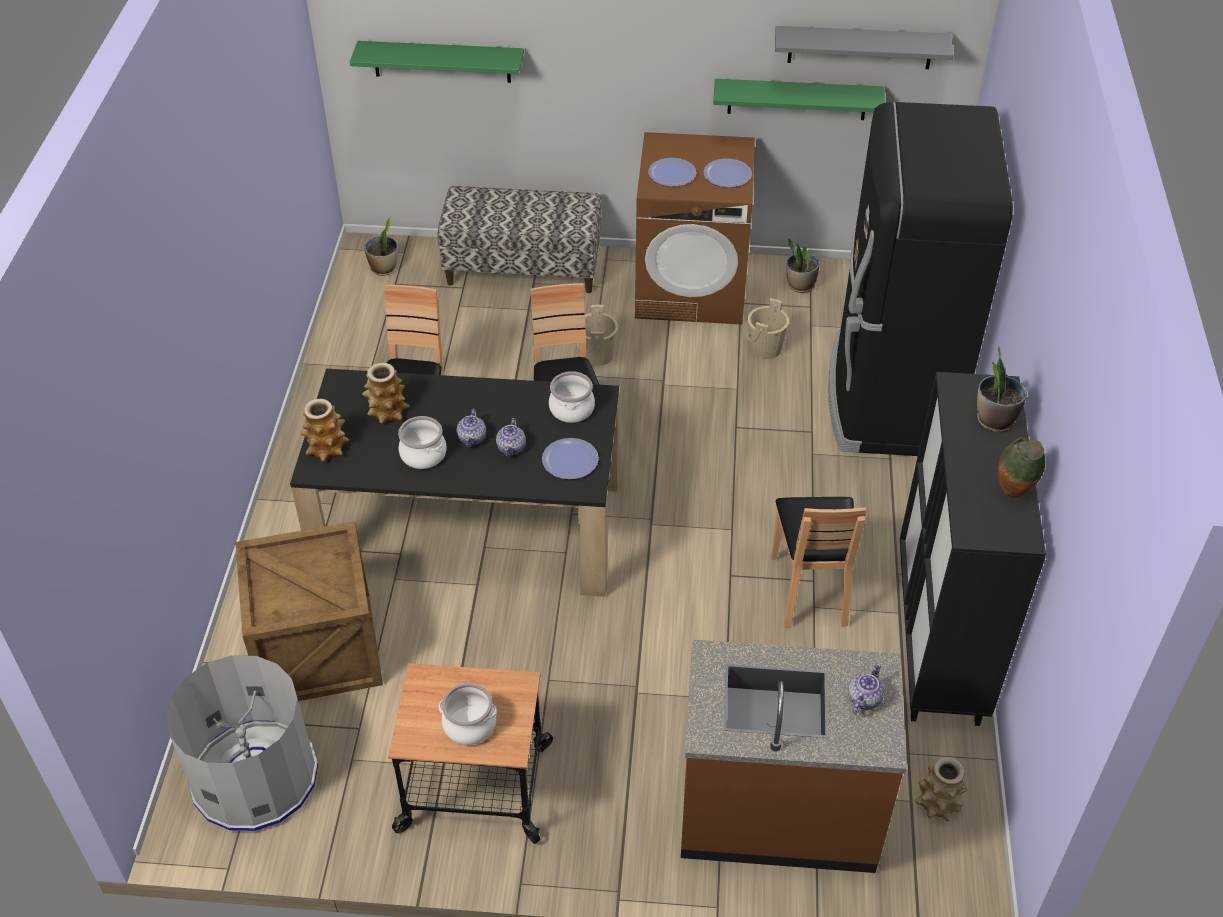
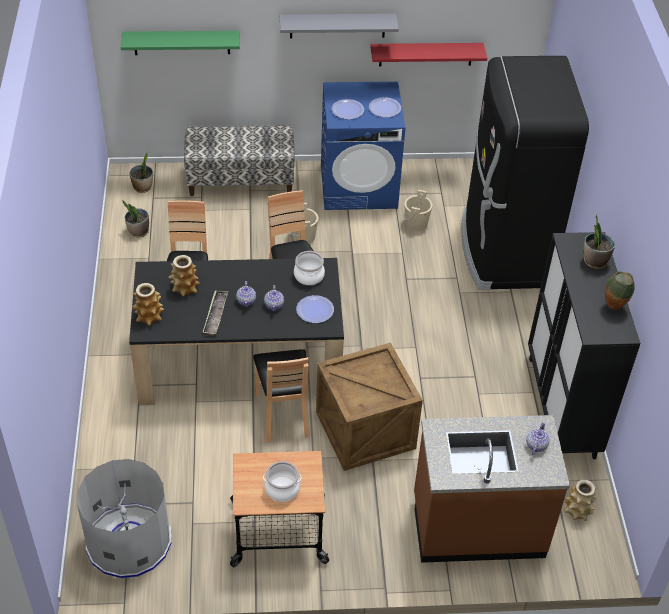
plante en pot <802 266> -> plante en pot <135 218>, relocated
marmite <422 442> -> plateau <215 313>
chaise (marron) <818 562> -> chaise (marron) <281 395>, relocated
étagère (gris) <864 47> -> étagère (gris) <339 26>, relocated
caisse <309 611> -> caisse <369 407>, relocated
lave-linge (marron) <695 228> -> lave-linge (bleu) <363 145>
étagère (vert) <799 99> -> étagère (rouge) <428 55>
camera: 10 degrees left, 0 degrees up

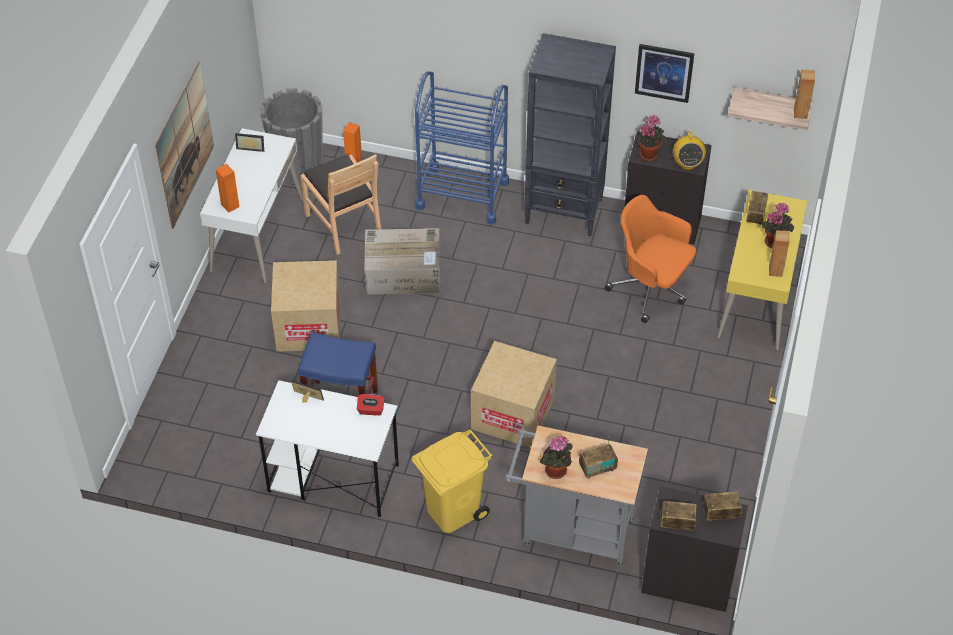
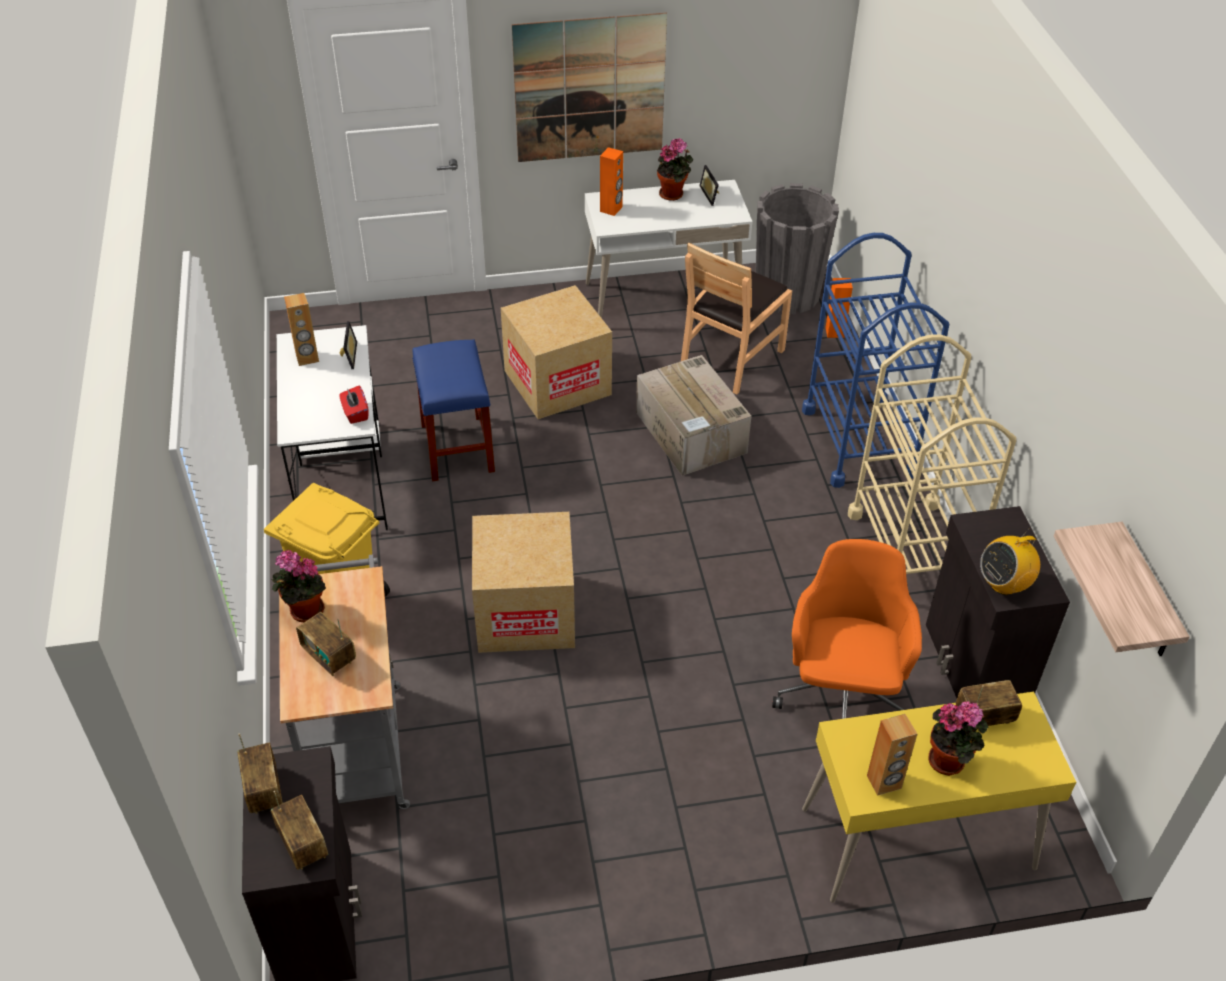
enceinte (marron) <804 94> -> enceinte (marron) <301 329>, relocated
plante en pot <651 138> -> plante en pot <675 169>, relocated
bibliothèque (noir) <570 134> -> chariot (beige) <932 454>
tableau <664 73> -> none
camera: 65 degrees right, 5 degrees down

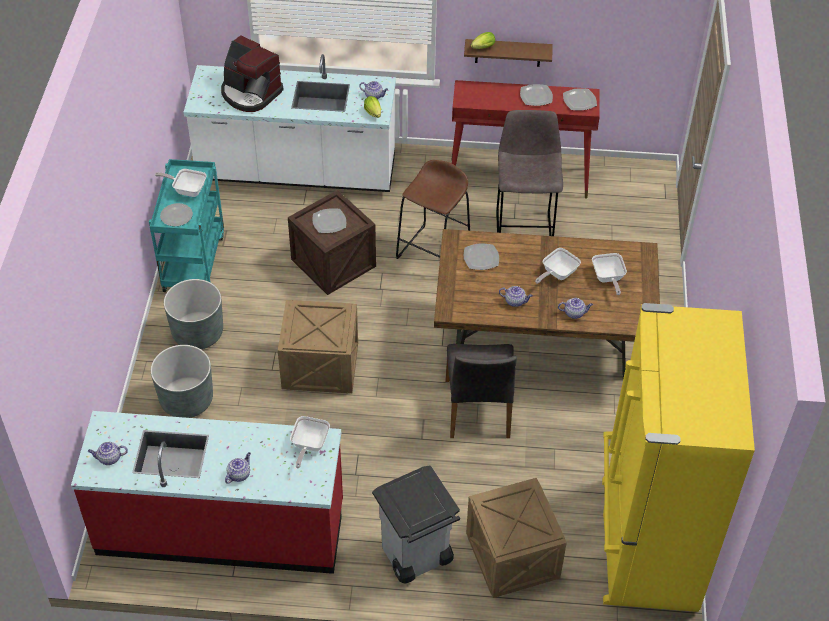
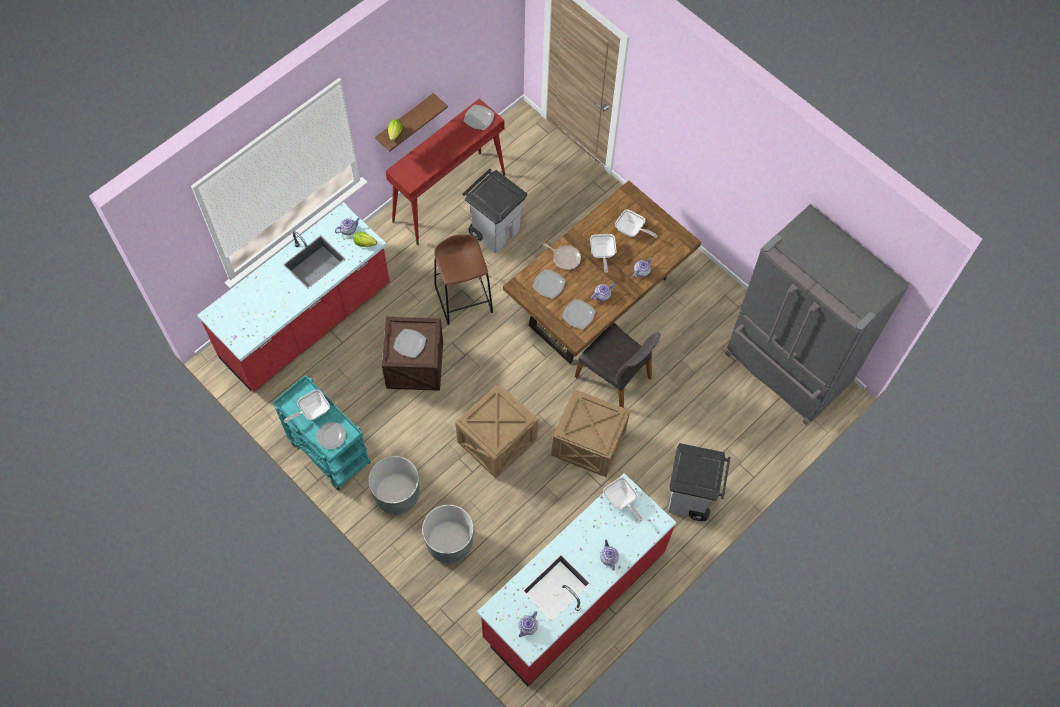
comptoir de cuisine (blanc) <290 123> -> comptoir de cuisine (rouge) <293 297>
tabouret (gris) <529 173> -> poubelle (gris) <495 211>
none -> poêle <562 256>
caisse <516 538> -> caisse <590 433>, relocated
assiette <536 95> -> assiette <579 314>, relocated
réfrigérateur (jaune) <678 457> -> réfrigérateur (gris) <817 314>
machine à café <252 73> -> none
camera: 50 degrees left, 15 degrees up

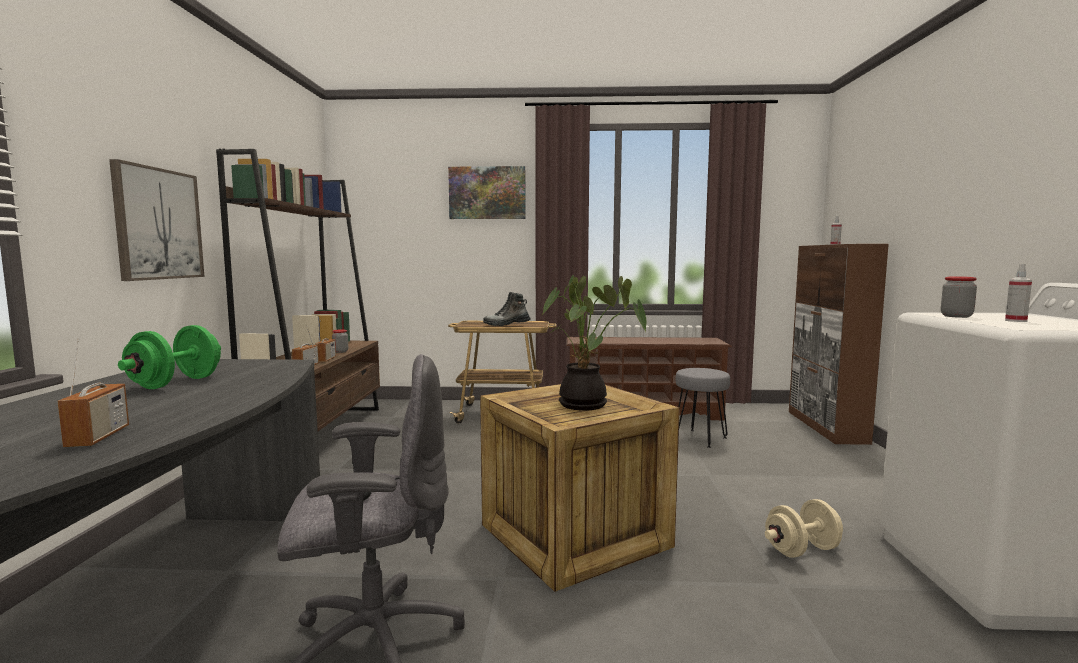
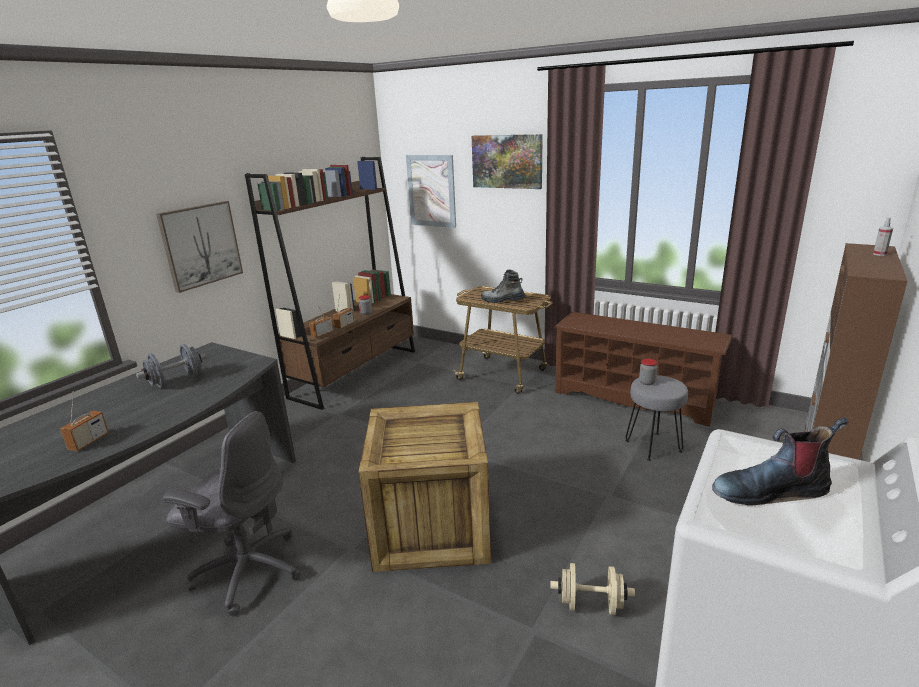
haltère (vert) <169 357> -> haltère (gris) <171 366>
none -> tableau <431 191>
bocal <959 297> -> bocal <648 372>, relocated
vaporisateur <1018 293> -> botte <780 461>
plante en pot <594 343> -> none
camera: 30 degrees right, 15 degrees up

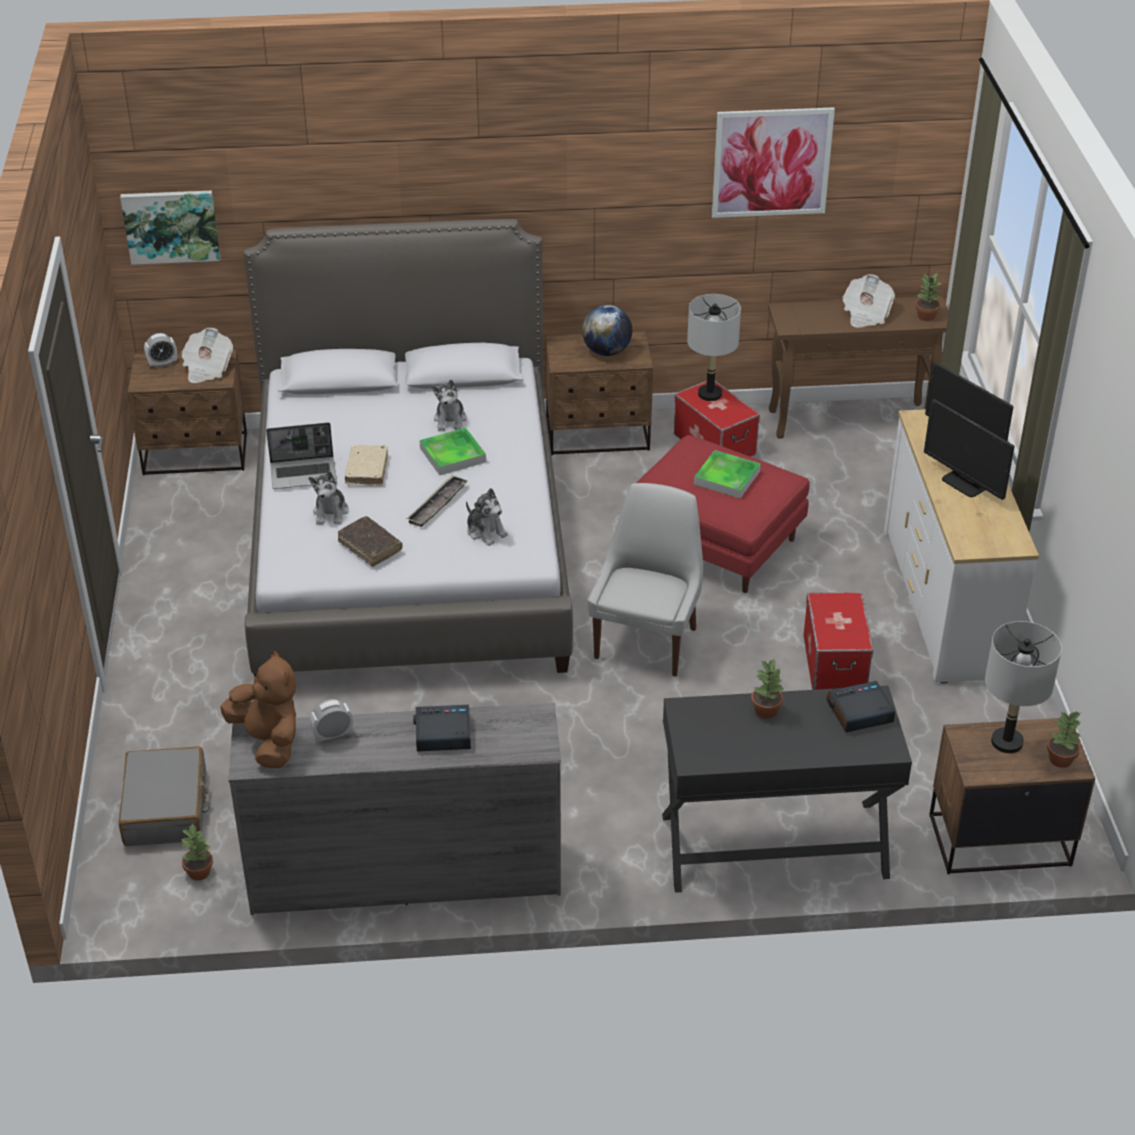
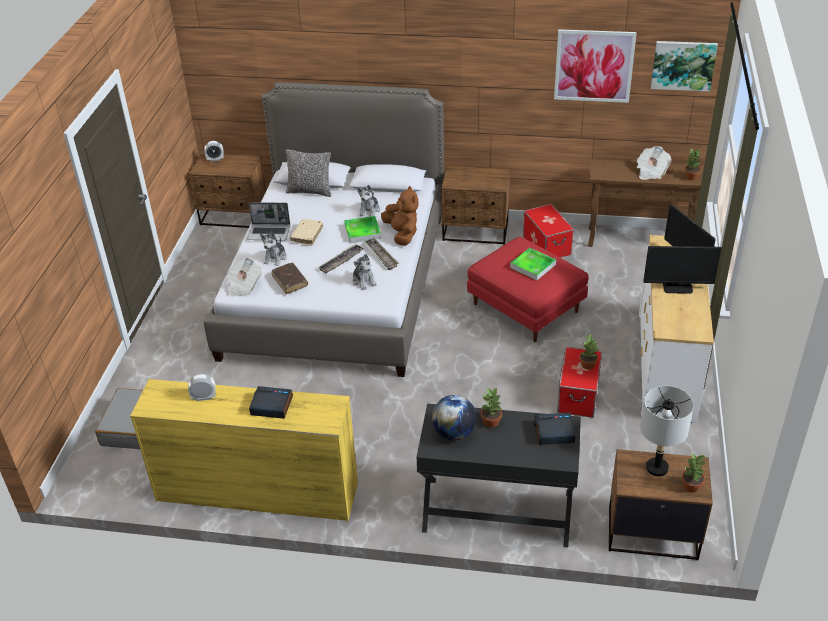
commode (gris) <395 809> -> commode (jaune) <244 450>
journal <207 355> -> journal <244 277>, relocated
none -> coussin <308 173>
none -> plateau <381 254>
peluche (marron) <258 709> -> peluche (marron) <400 216>, relocated
globe <607 330> -> globe <454 417>, relocated
plante en pot <197 852> -> plante en pot <588 352>, relocated
écran d'ordinateur <969 449> -> écran d'ordinateur <682 270>, 60 degrees counterclockwise
tableau <170 227> -> tableau <684 66>, relocated
chaise (blanc) <645 579> -> none
lampe de table (gris) <714 347> -> none
camera: 15 degrees right, 0 degrees up

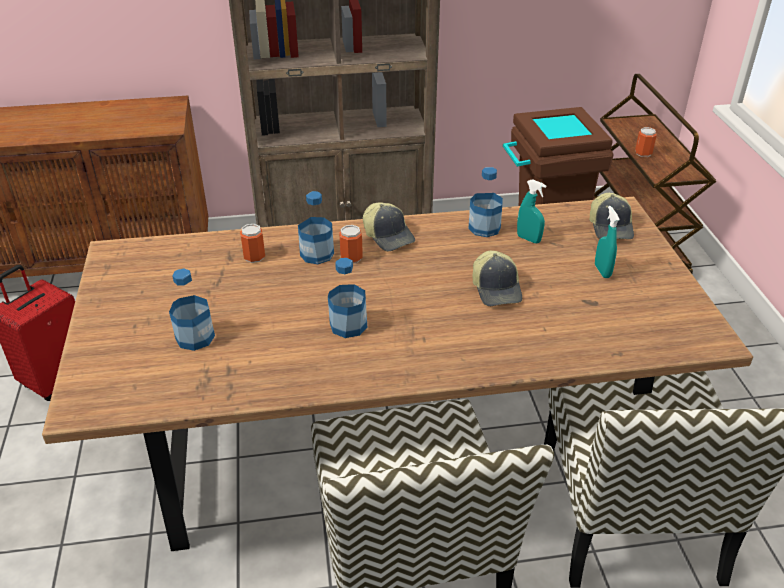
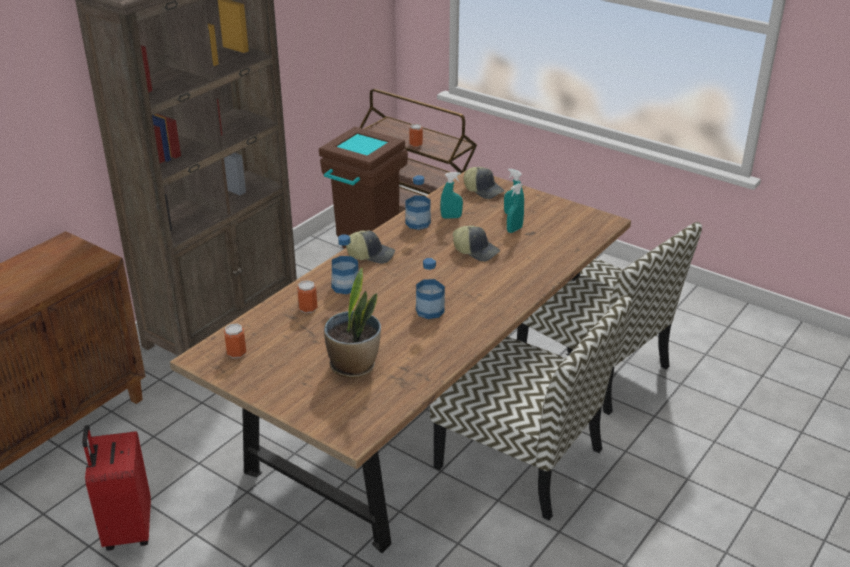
boîte métallique <351 244> -> boîte métallique <235 341>, relocated
bouteille <192 310> -> plante en pot <352 323>
none -> vaporisateur (turquoise) <515 208>
camera: 45 degrees left, 5 degrees down

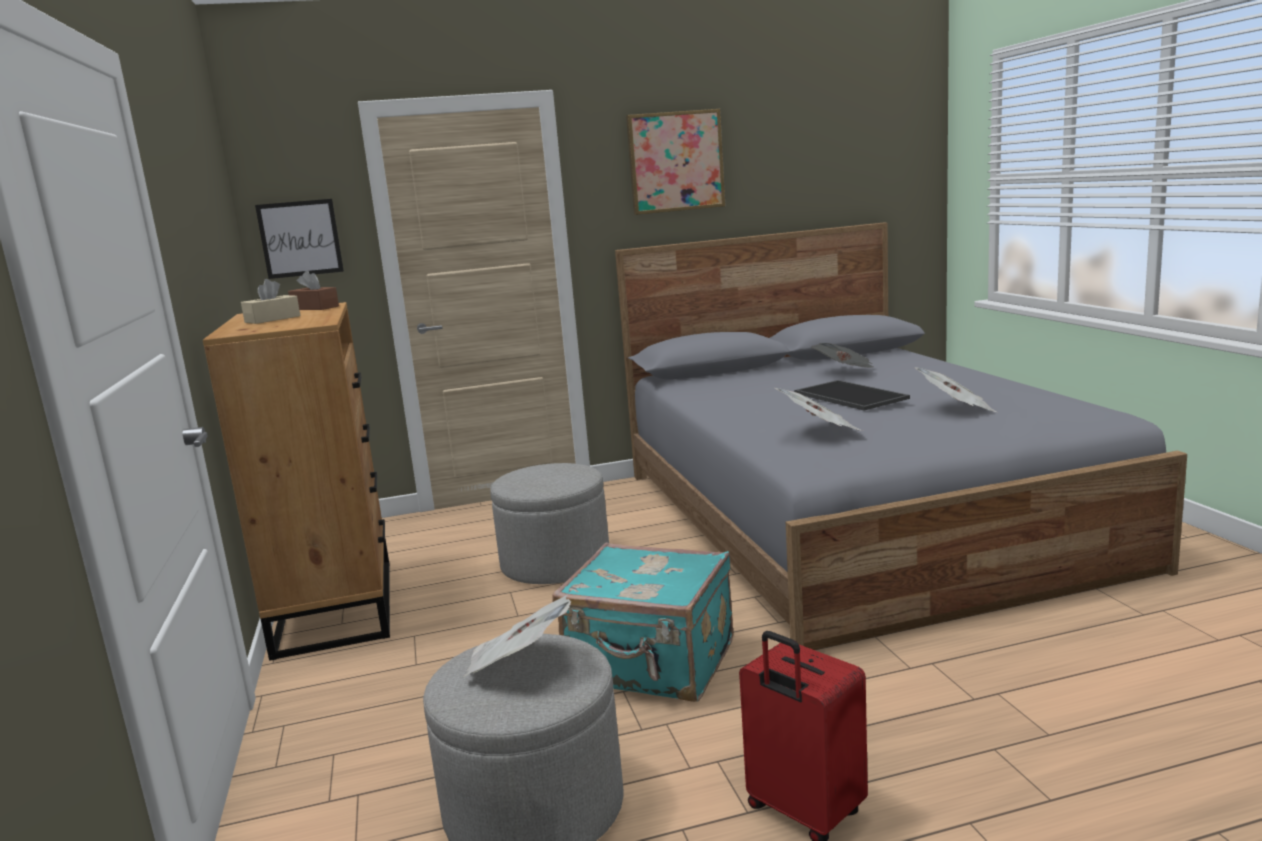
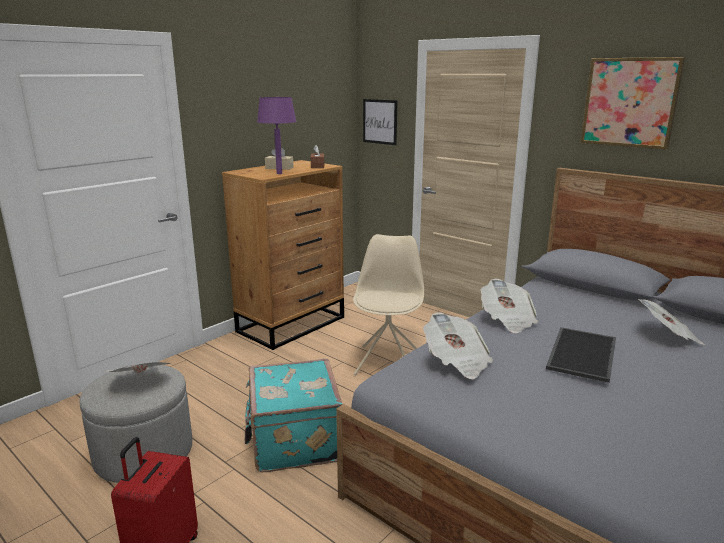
none -> lampe de table (violet) <277 135>
pouf (gris) <549 523> -> chaise (beige) <388 305>
journal <955 389> -> journal <509 306>, relocated
camera: 55 degrees right, 5 degrees up

